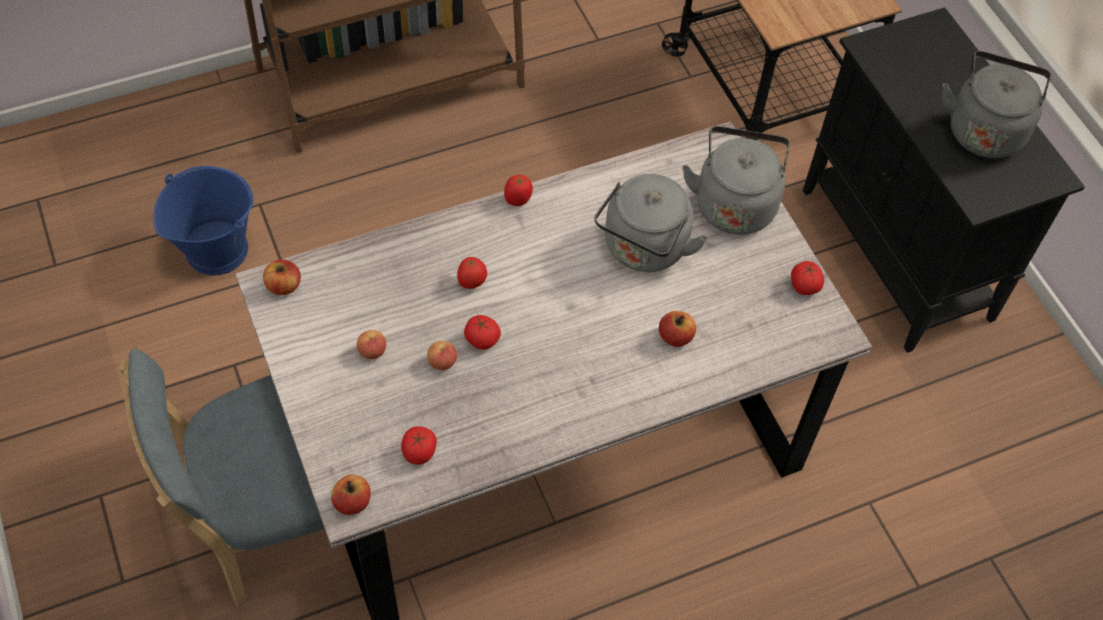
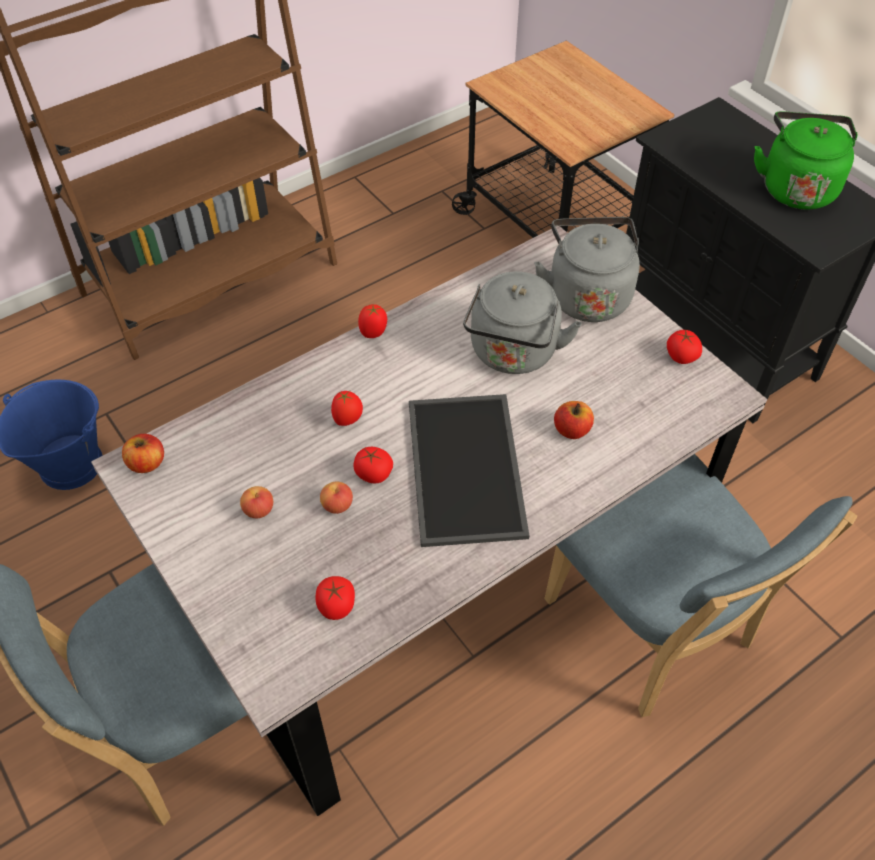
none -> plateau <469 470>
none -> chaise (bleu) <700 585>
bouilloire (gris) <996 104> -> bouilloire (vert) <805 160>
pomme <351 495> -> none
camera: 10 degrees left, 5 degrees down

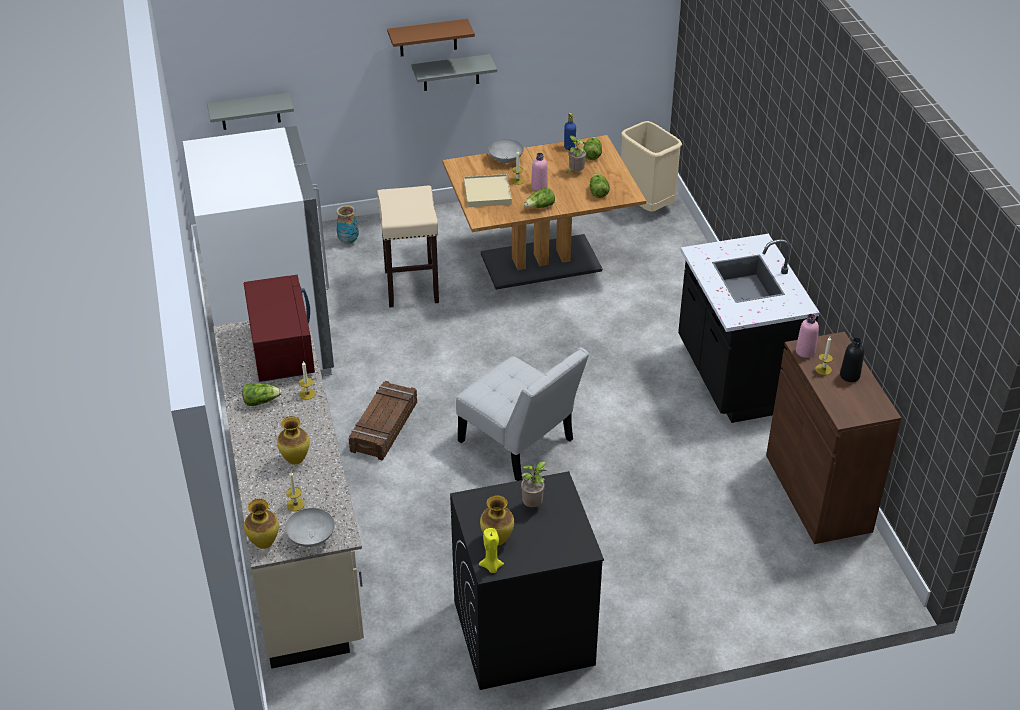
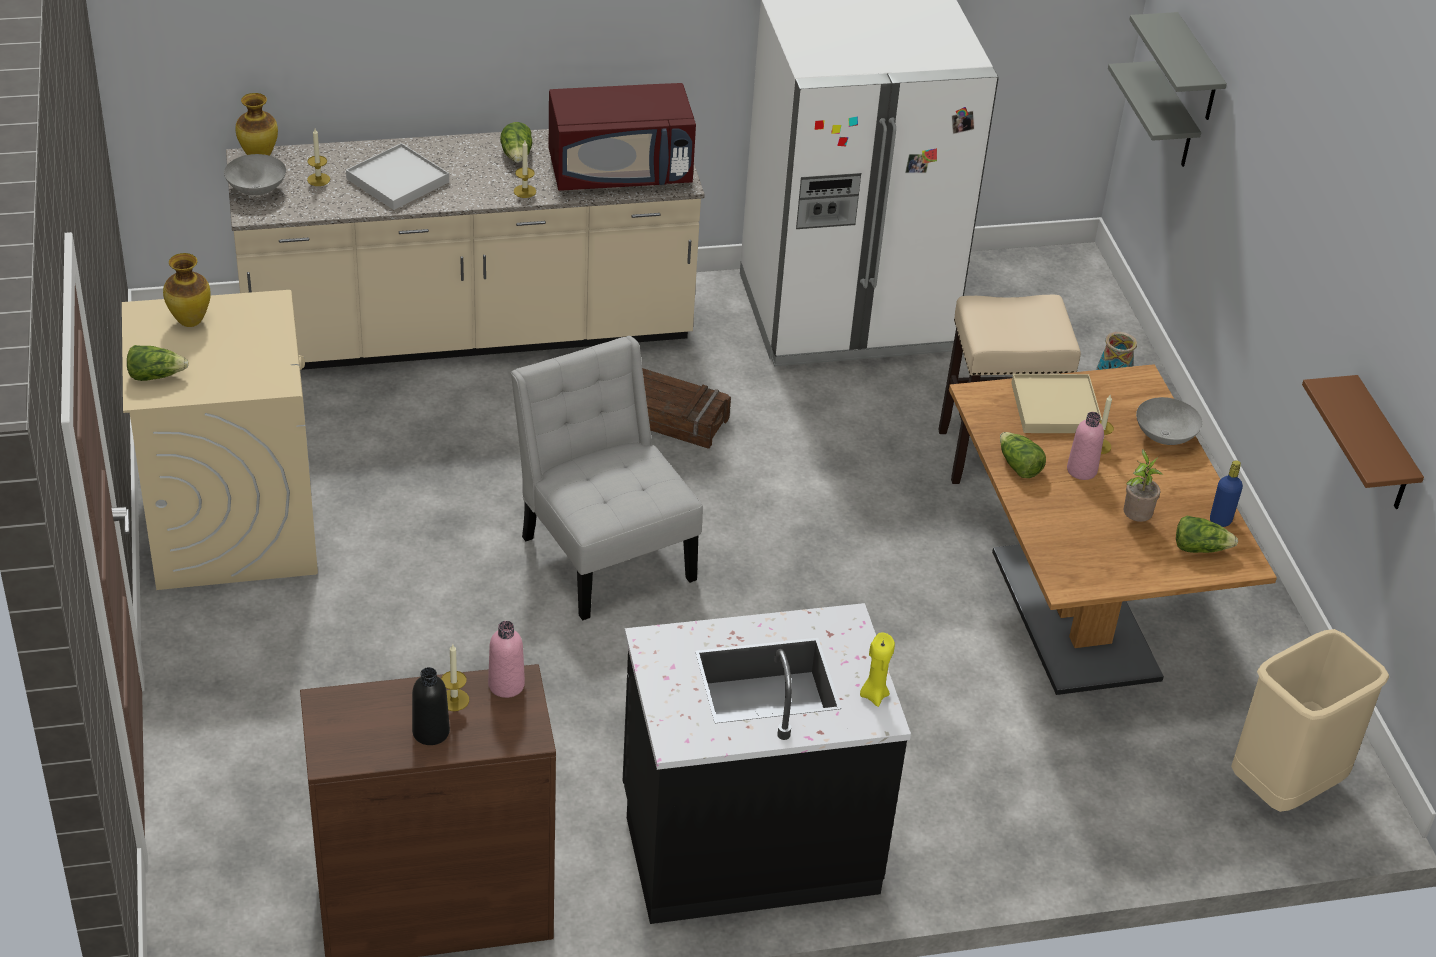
lave-linge (noir) <527 580> -> lave-linge (beige) <220 440>
laitue <600 185> -> laitue <158 363>, relocated
vase <293 440> -> plateau (blanc) <397 176>
chaise (blanc) <522 414> -> chaise (blanc) <607 478>, 105 degrees clockwise
bougie (jaune) <491 550> -> bougie (jaune) <877 669>, relocated
étagère (gris) <454 72> -> étagère (gris) <1178 66>, relocated
étagère (marron) <431 38> -> étagère (marron) <1363 442>, relocated
plante en pot <534 484> -> none
camera: 90 degrees right, 0 degrees up

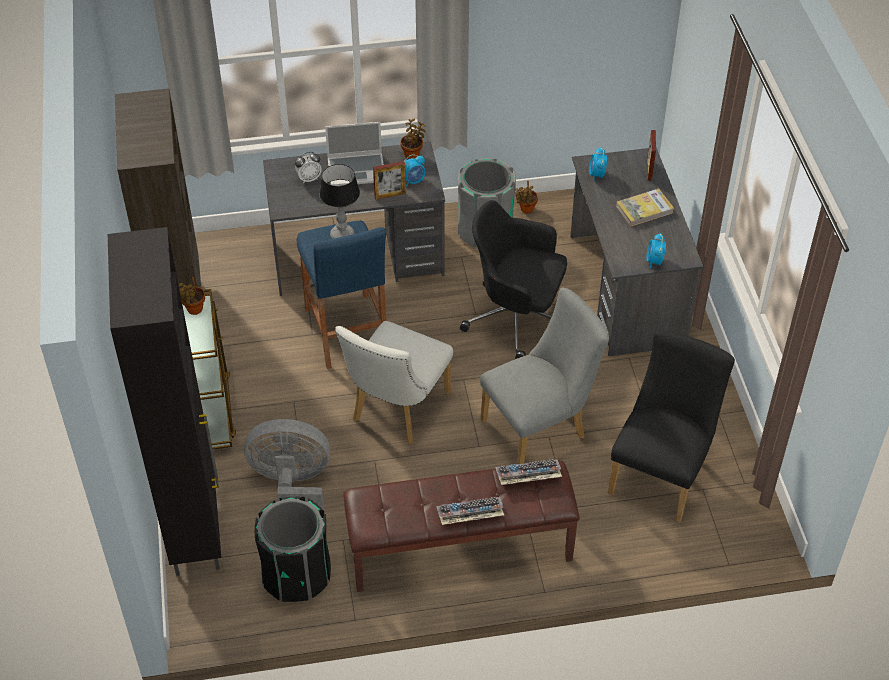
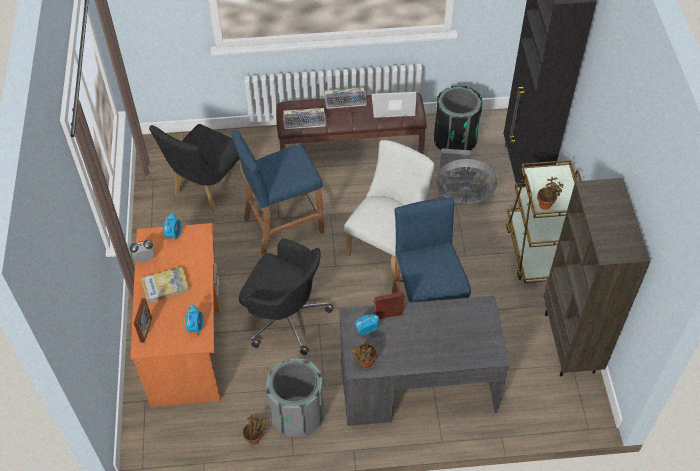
bureau (gris) <637 252> -> bureau (orange) <175 315>
réveil <308 167> -> réveil <142 251>, relocated
chaise (gris) <544 376> -> tabouret (bleu) <277 192>
ordinateur portable <354 154> -> ordinateur portable <394 105>, relocated
lampe de table <339 201> -> none
camera: 175 degrees left, 5 degrees up

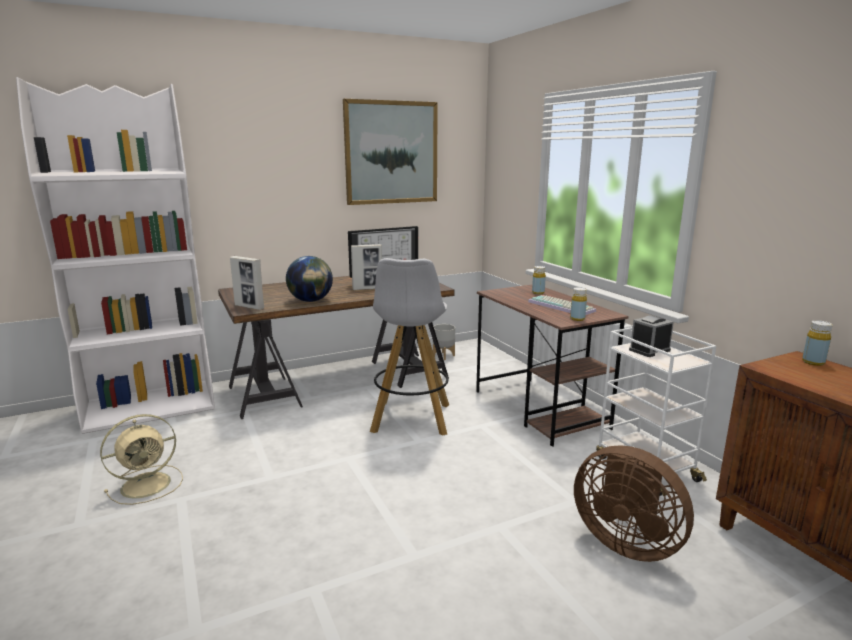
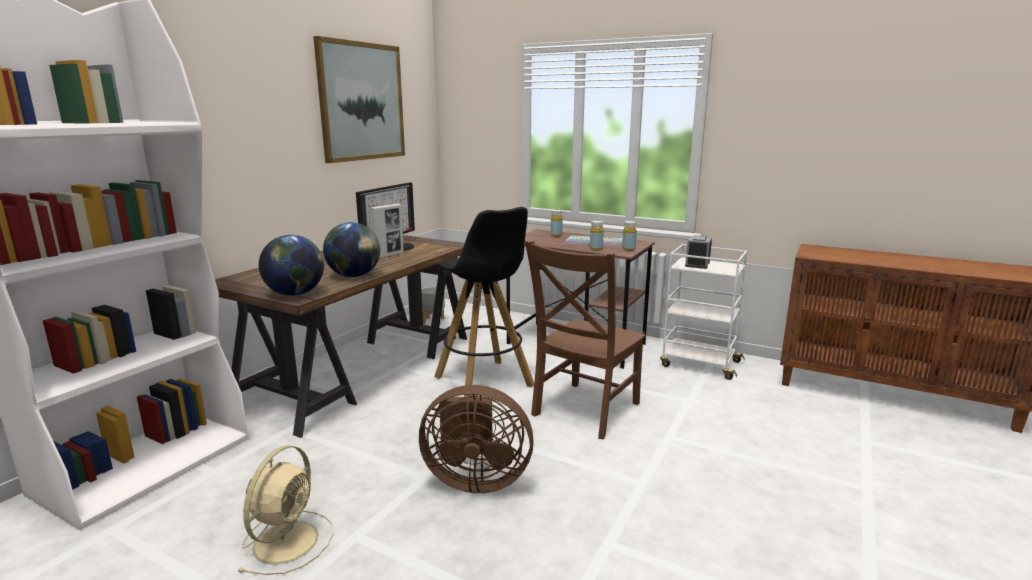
cadre photo <247 283> -> globe <291 265>
ventilateur (marron) <634 503> -> ventilateur (marron) <476 439>, relocated
tabouret (blanc) <409 347> -> tabouret (noir) <484 302>
none -> chaise (marron) <585 339>
bouteille (jaune) <817 343> -> bouteille (jaune) <597 235>, relocated
camera: 35 degrees left, 0 degrees up

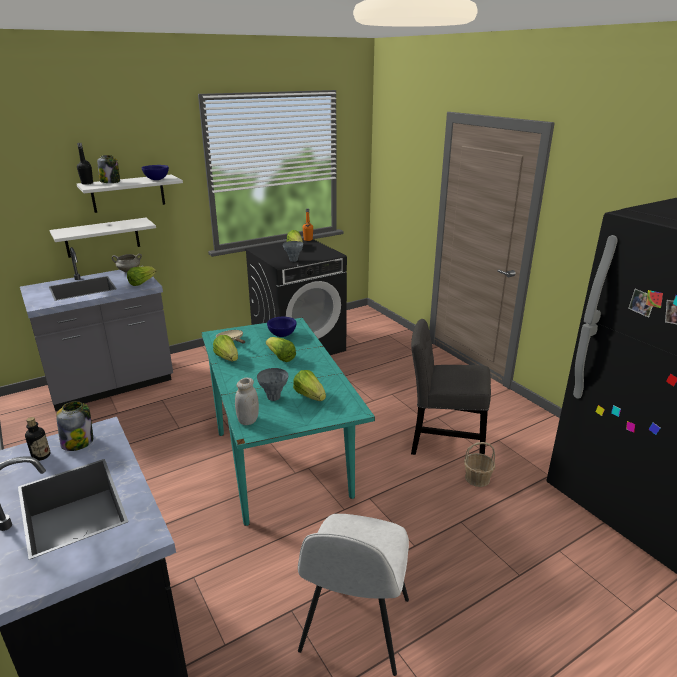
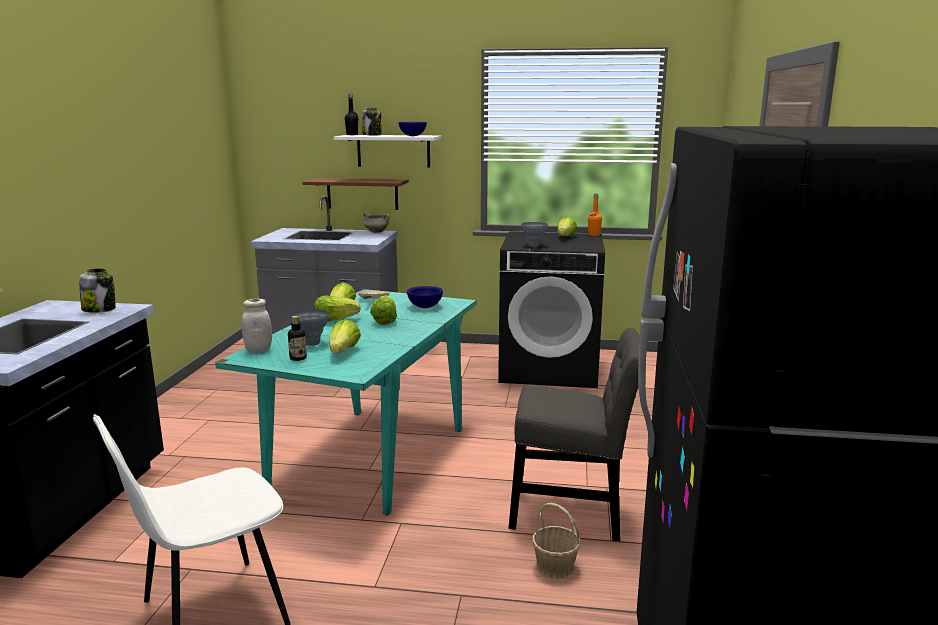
bouteille <37 439> -> bouteille <297 338>, relocated
étagère (blanc) <103 238> -> étagère (marron) <355 194>
laitue <141 276> -> laitue <337 309>, relocated
chaise (gris) <451 387> -> chaise (gris) <574 434>, 135 degrees clockwise
camera: 40 degrees right, 10 degrees down

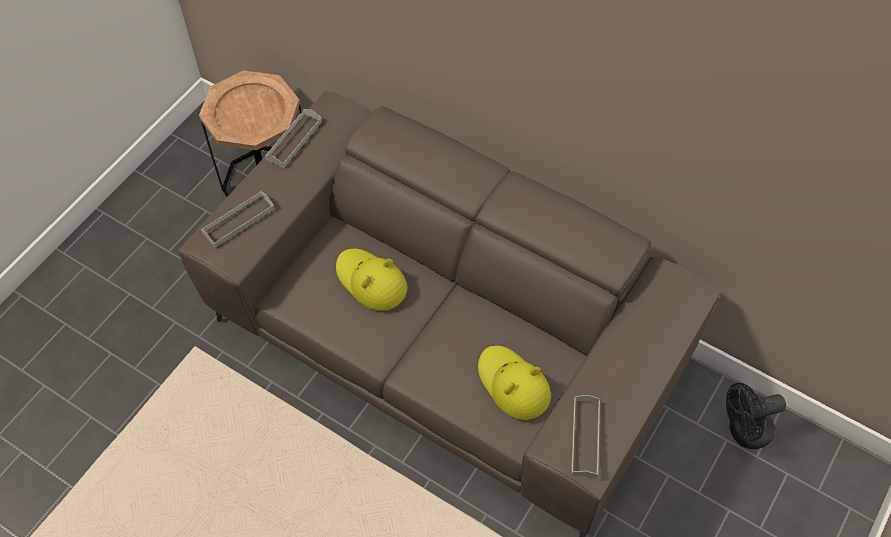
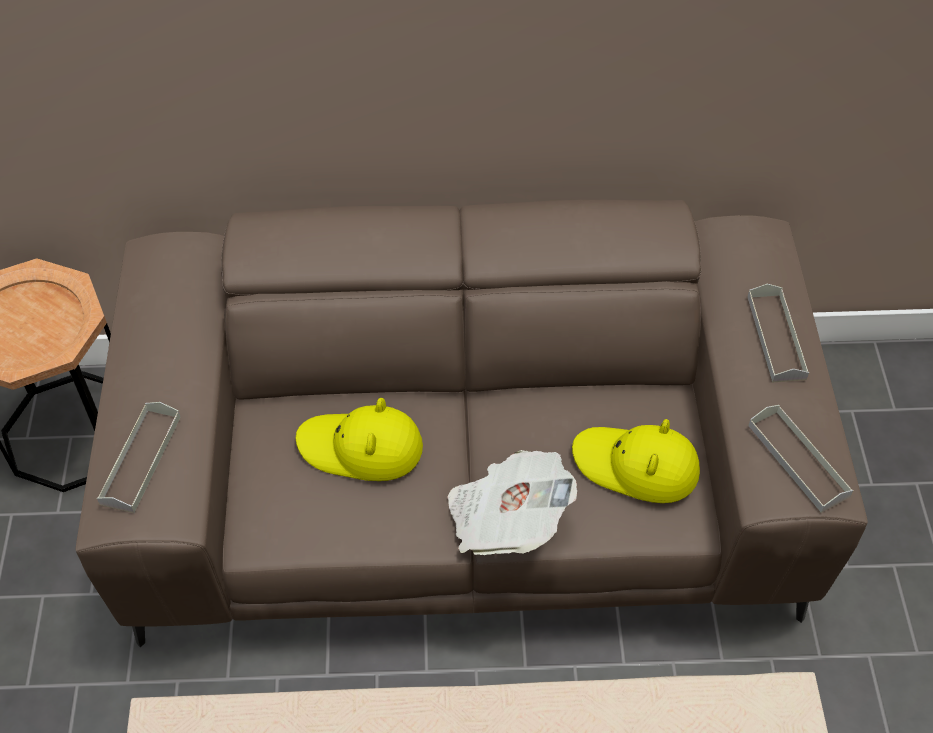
none -> journal <512 502>
plateau (gris) <293 138> -> plateau (gris) <778 333>, relocated
ventilateur (noir) <756 416> -> none
camera: 35 degrees left, 5 degrees down

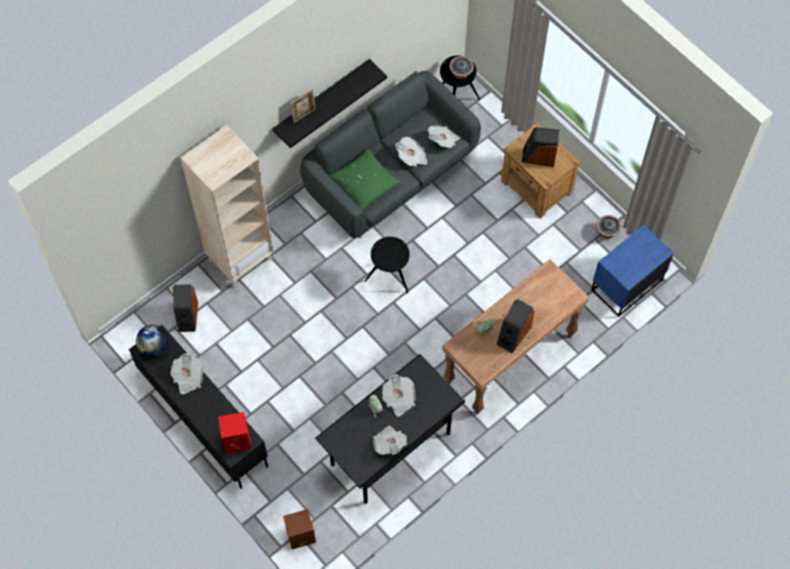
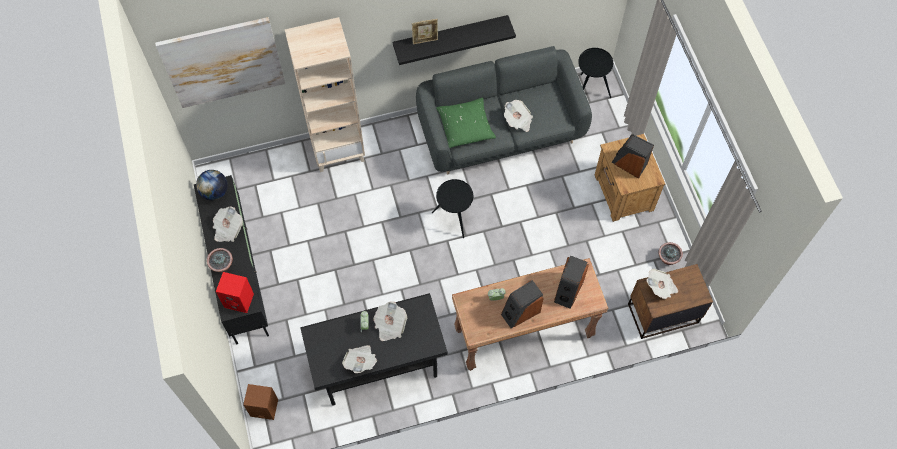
none -> tableau <220 62>
plante en pot <462 67> -> plante en pot <220 260>, relocated
enceinte <185 308> -> enceinte <571 282>, relocated
table de chevet (bleu) <632 271> -> table de chevet (marron) <670 301>
journal <444 137> -> journal <662 284>, relocated
camera: 25 degrees right, 0 degrees up

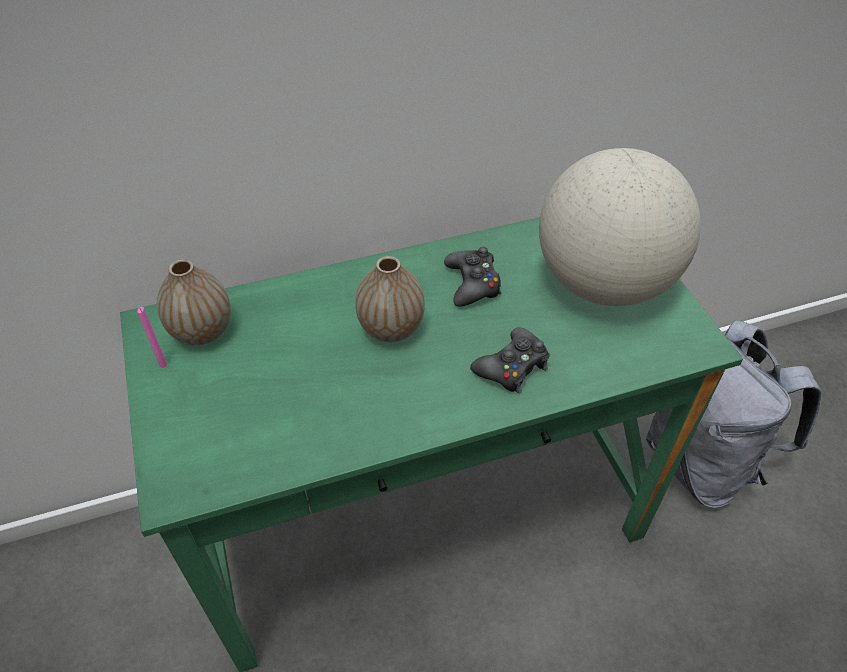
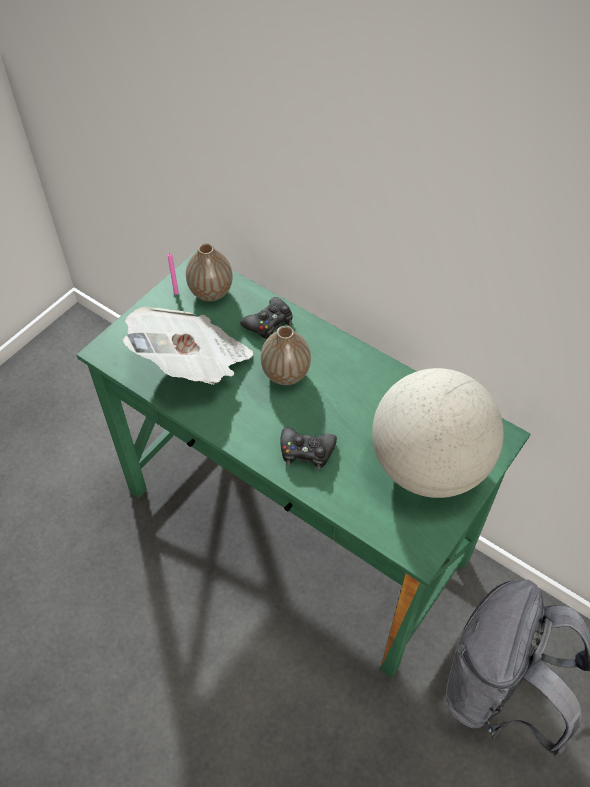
none -> journal <187 345>
manette (noir) <472 277> -> manette (noir) <266 318>, relocated
camera: 55 degrees right, 5 degrees up

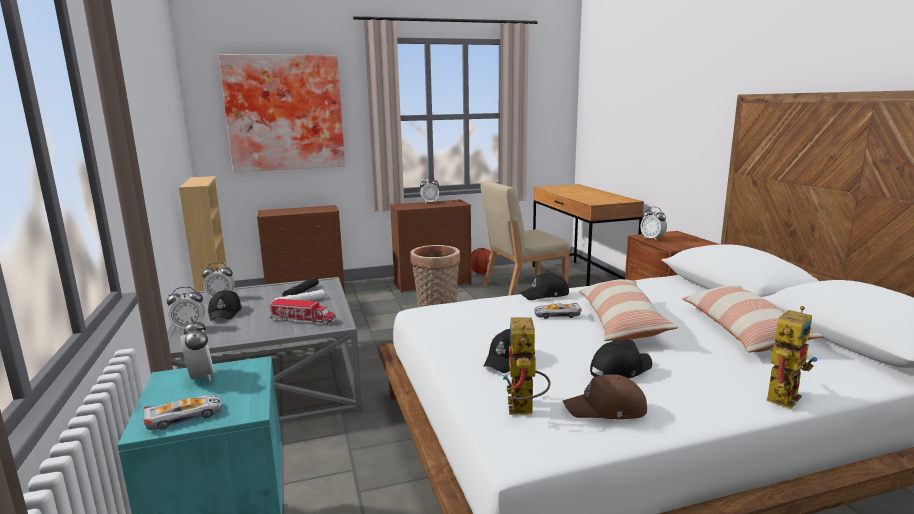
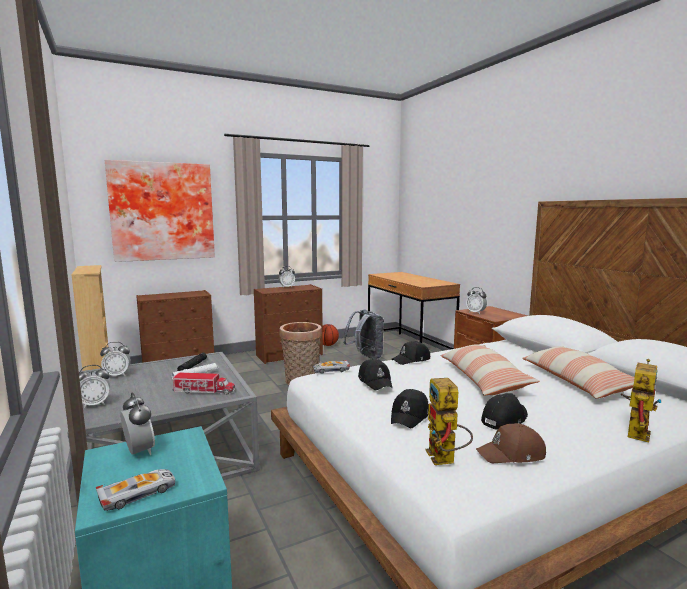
petite voiture <558 311> -> petite voiture <331 367>, relocated
chaise (beige) <525 238> -> sac à dos (gris) <363 334>
casquette (noir) <225 305> -> casquette (noir) <375 374>, relocated
camera: 10 degrees left, 5 degrees down

